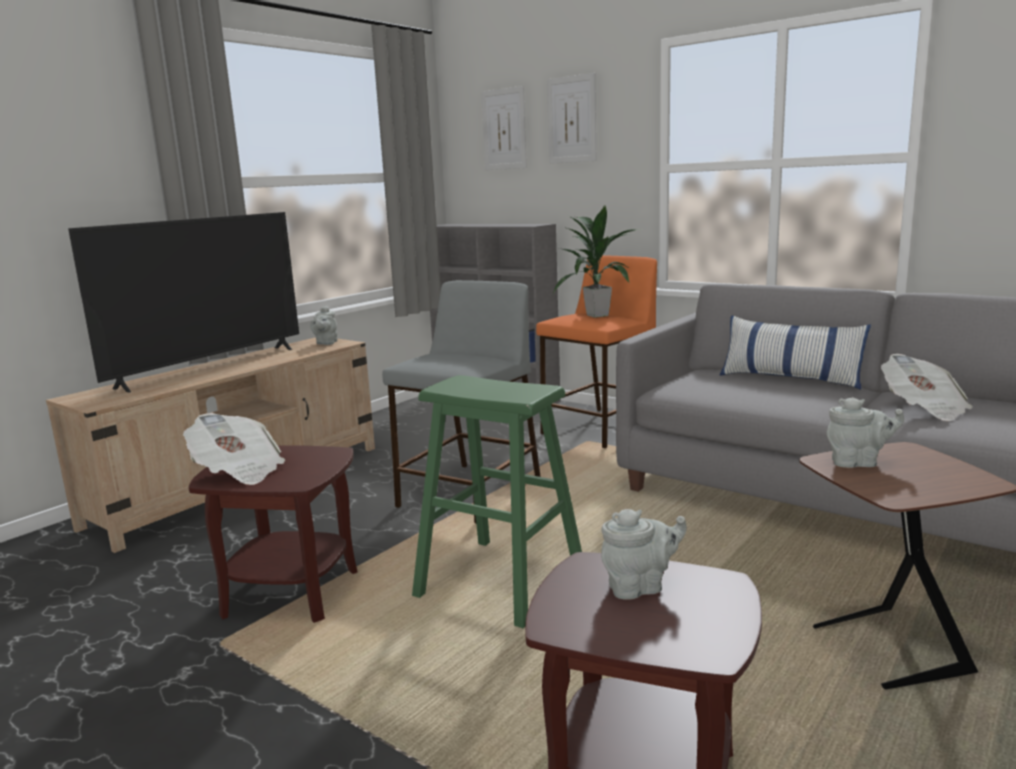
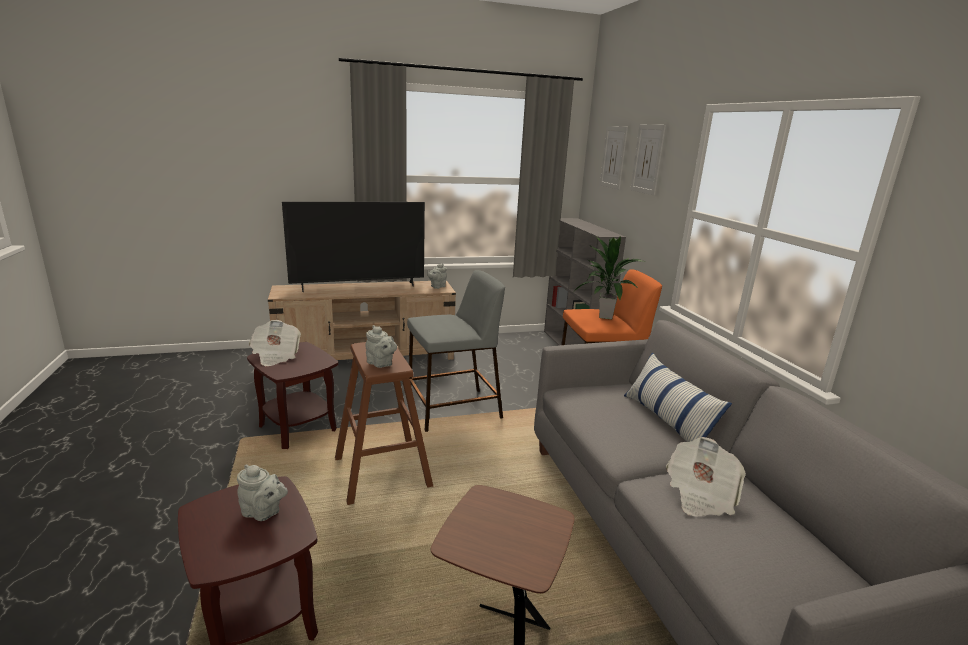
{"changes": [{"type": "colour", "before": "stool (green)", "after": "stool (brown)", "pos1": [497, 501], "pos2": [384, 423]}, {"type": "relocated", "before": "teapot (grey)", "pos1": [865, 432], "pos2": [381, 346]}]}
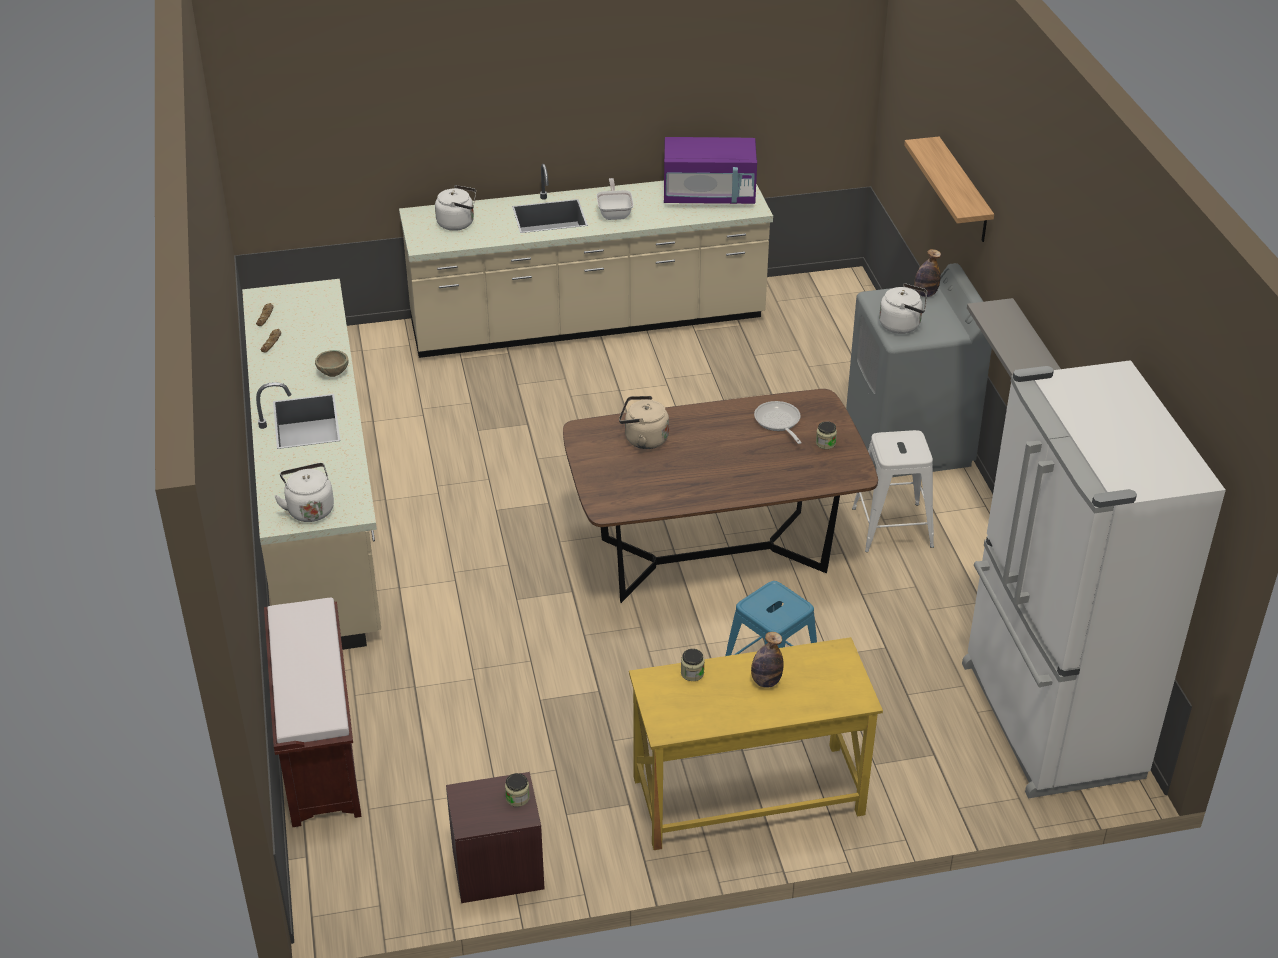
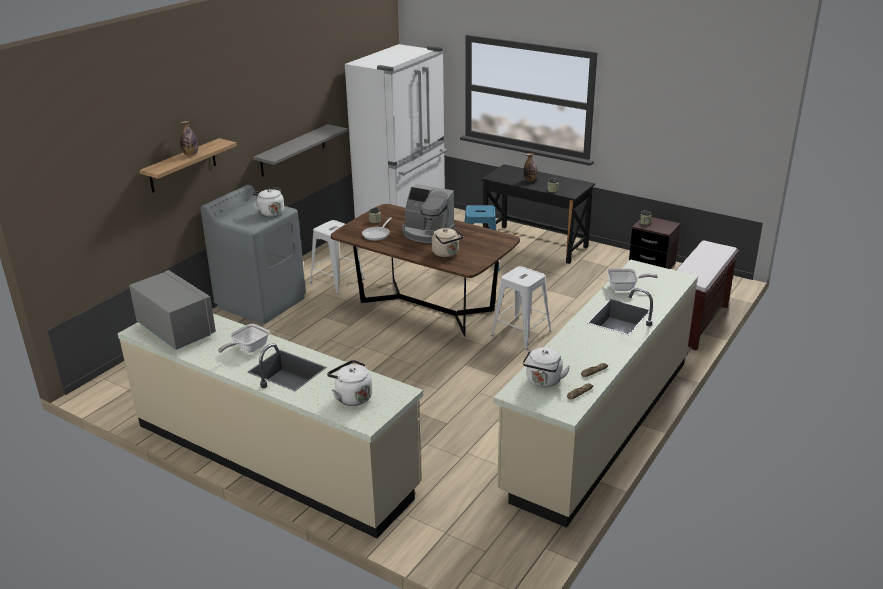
{"changes": [{"type": "relocated", "before": "kettle (white)", "pos1": [304, 492], "pos2": [546, 367]}, {"type": "missing", "before": "bowl (beige)", "pos1": [332, 363]}, {"type": "colour", "before": "desk (yellow)", "after": "desk (black)", "pos1": [756, 743], "pos2": [538, 214]}, {"type": "colour", "before": "microwave (purple)", "after": "microwave (grey)", "pos1": [710, 170], "pos2": [172, 310]}, {"type": "relocated", "before": "bottle", "pos1": [927, 273], "pos2": [189, 138]}, {"type": "appeared", "after": "coffee machine", "pos2": [428, 213]}, {"type": "appeared", "after": "stool (white)", "pos2": [521, 307]}, {"type": "appeared", "after": "frying pan", "pos2": [632, 279]}]}
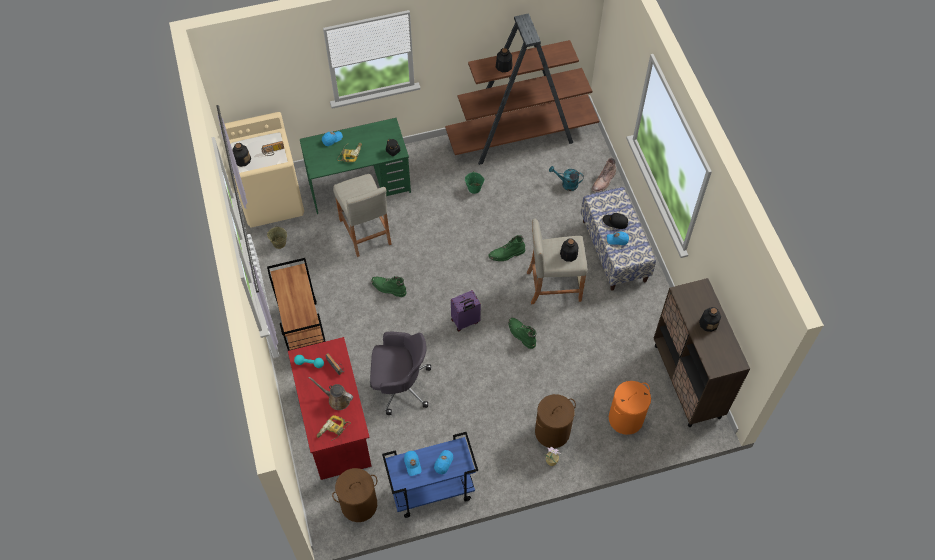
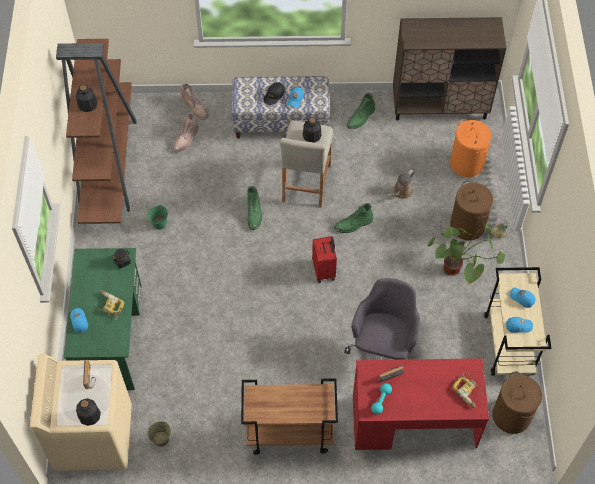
{"changes": [{"type": "relocated", "before": "watering can (brown)", "pos1": [330, 393], "pos2": [401, 184]}, {"type": "missing", "before": "stool (beige)", "pos1": [362, 215]}, {"type": "relocated", "before": "boot (green)", "pos1": [389, 286], "pos2": [360, 111]}, {"type": "colour", "before": "cart (blue)", "after": "cart (beige)", "pos1": [430, 475], "pos2": [517, 321]}, {"type": "colour", "before": "suitcase (purple)", "after": "suitcase (red)", "pos1": [466, 311], "pos2": [324, 259]}, {"type": "exchanged", "before": "watering can (turquoise)", "after": "boot (brown)", "pos1": [566, 178], "pos2": [186, 132]}, {"type": "missing", "before": "bottle", "pos1": [710, 319]}, {"type": "appeared", "after": "potted plant", "pos2": [466, 253]}]}
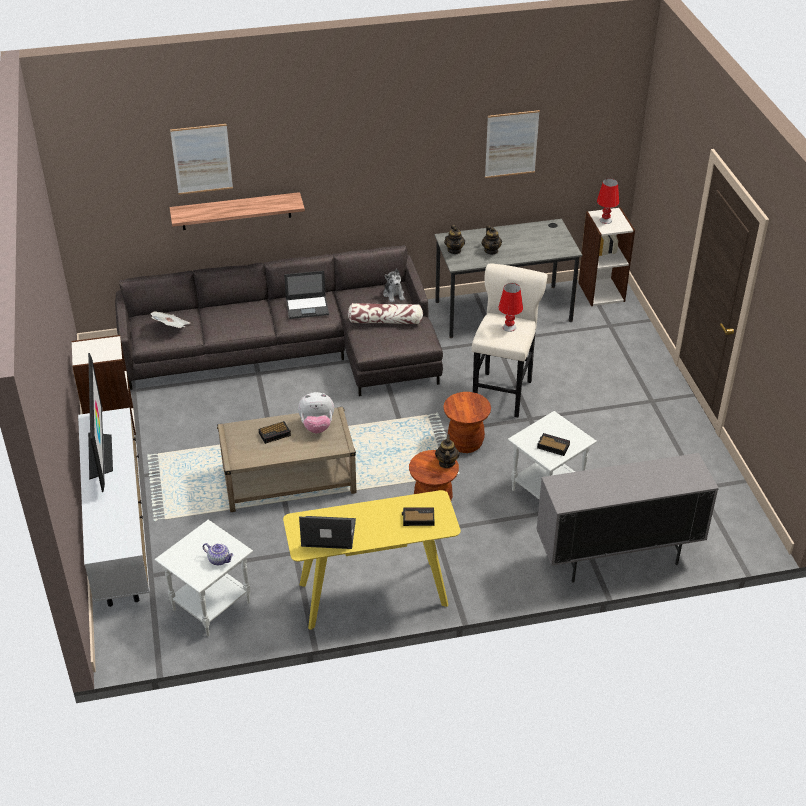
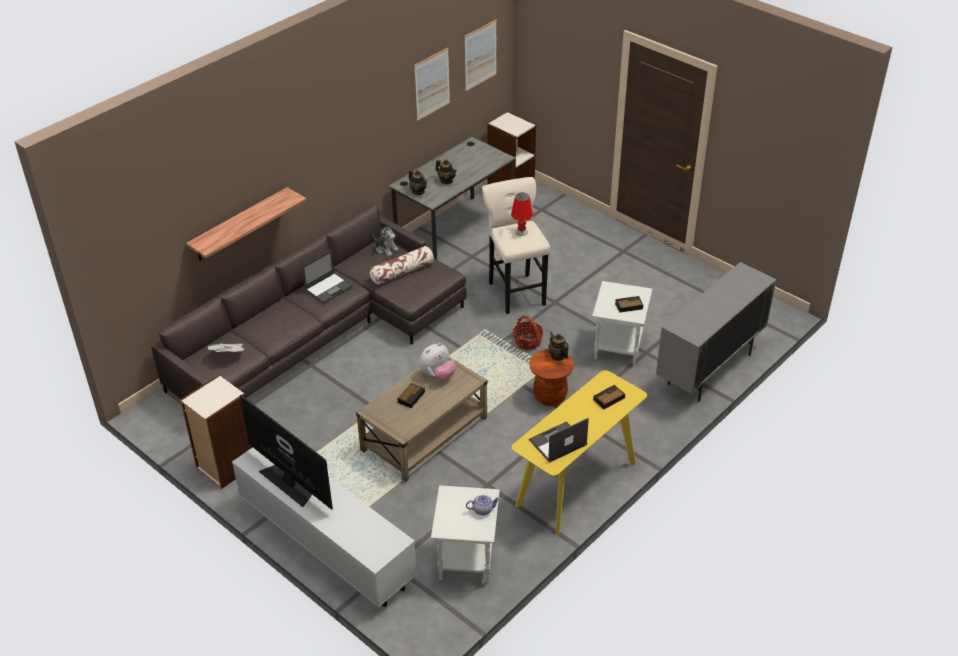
{"changes": [{"type": "relocated", "before": "picture", "pos1": [201, 159], "pos2": [480, 55]}, {"type": "exchanged", "before": "stool (brown)", "after": "basket", "pos1": [467, 422], "pos2": [528, 332]}, {"type": "missing", "before": "table lamp (red)", "pos1": [608, 201]}]}
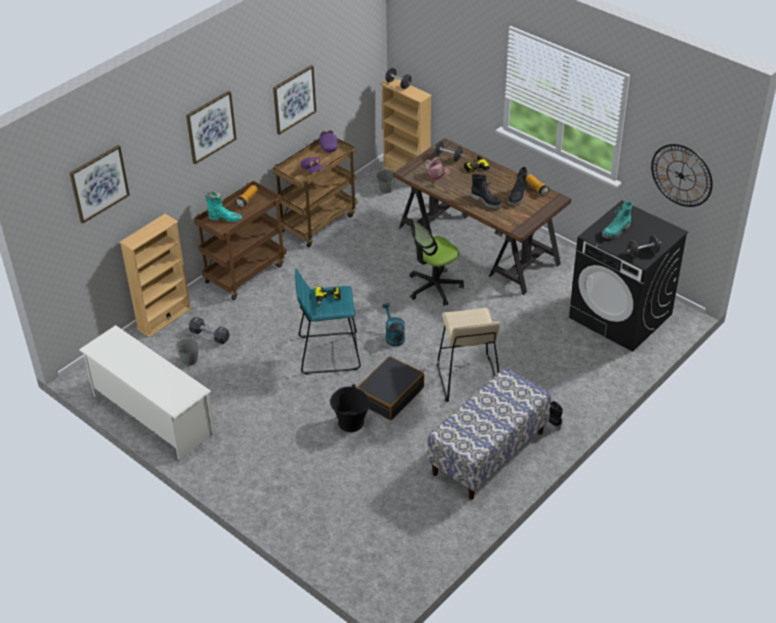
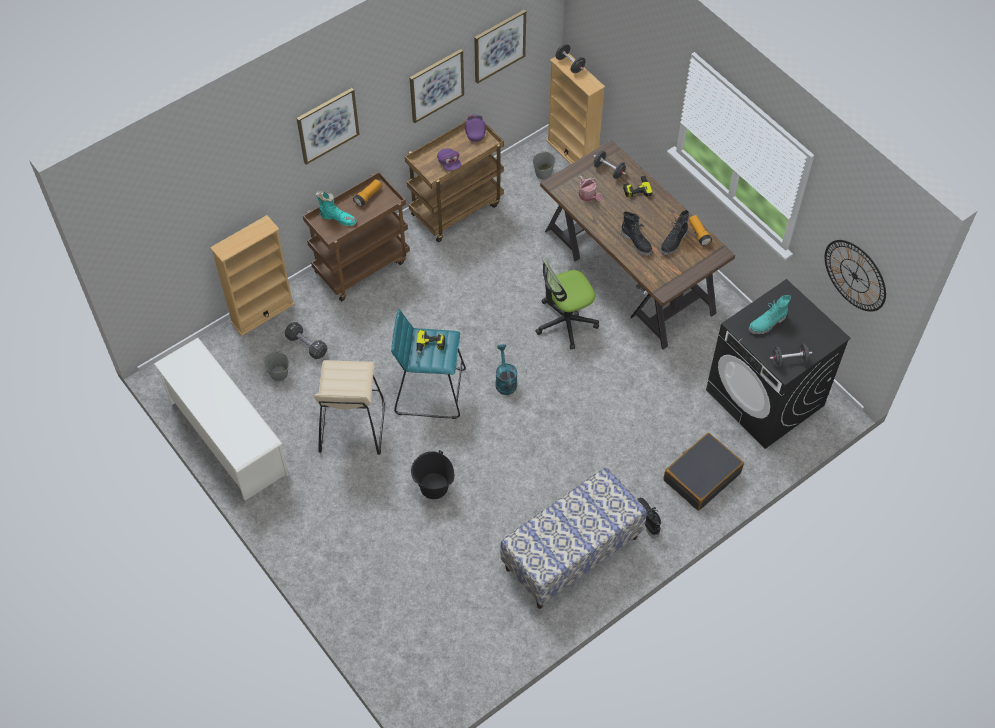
{"changes": [{"type": "relocated", "before": "picture", "pos1": [99, 184], "pos2": [500, 47]}, {"type": "relocated", "before": "suitcase (black)", "pos1": [391, 388], "pos2": [703, 472]}, {"type": "relocated", "before": "stool (beige)", "pos1": [468, 355], "pos2": [349, 407]}]}
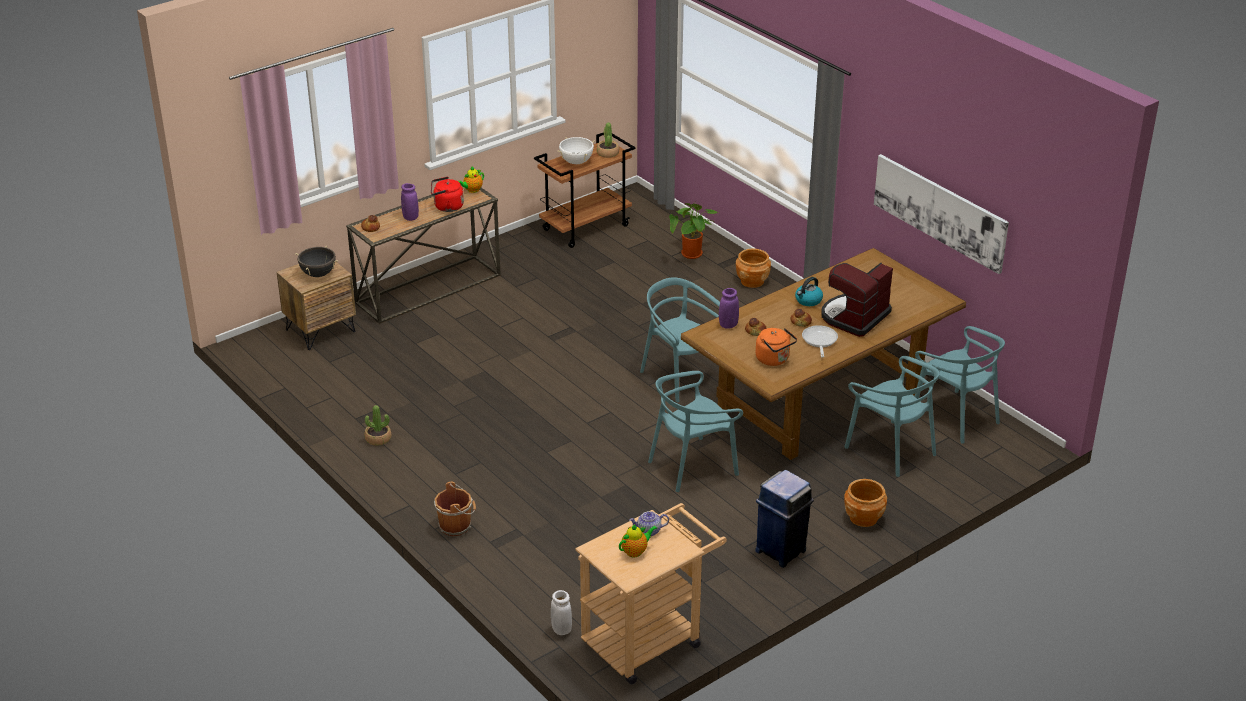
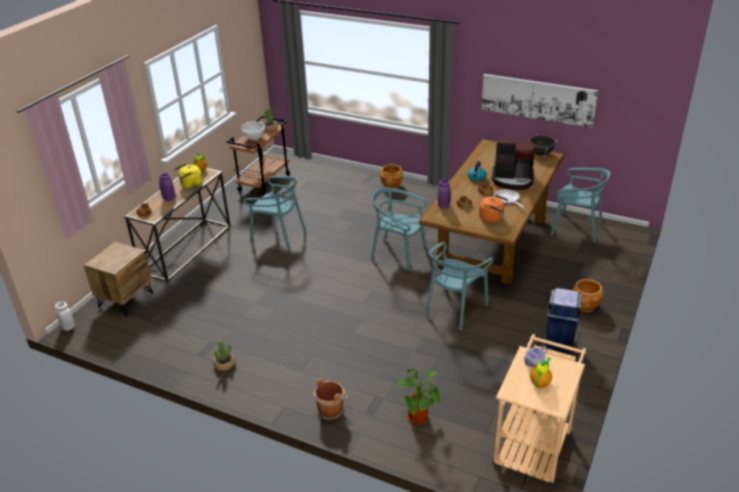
{"changes": [{"type": "relocated", "before": "cooking pot (black)", "pos1": [316, 261], "pos2": [543, 145]}, {"type": "colour", "before": "kettle (red)", "after": "kettle (yellow)", "pos1": [447, 194], "pos2": [189, 176]}, {"type": "relocated", "before": "vase (white)", "pos1": [561, 612], "pos2": [65, 316]}, {"type": "relocated", "before": "potted plant", "pos1": [693, 230], "pos2": [419, 397]}, {"type": "spun", "before": "coffee machine", "pos1": [857, 300], "pos2": [513, 164], "turn": -90}, {"type": "relocated", "before": "chair (turquoise)", "pos1": [892, 416], "pos2": [274, 213]}]}
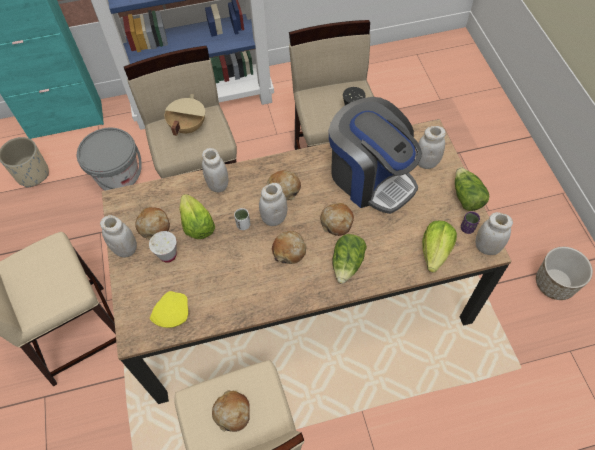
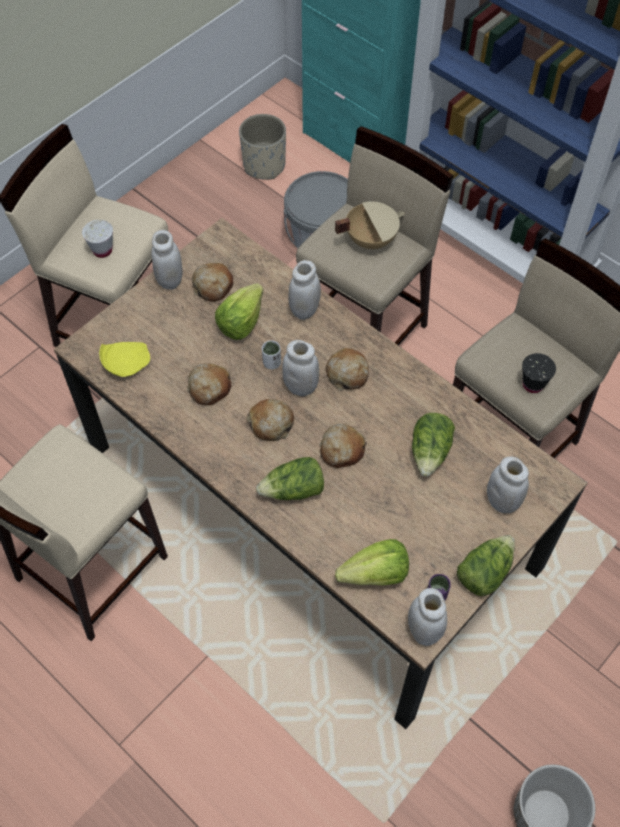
{"changes": [{"type": "relocated", "before": "cup (white)", "pos1": [163, 247], "pos2": [97, 239]}, {"type": "relocated", "before": "bread", "pos1": [231, 411], "pos2": [209, 384]}, {"type": "exchanged", "before": "coffee machine", "after": "lettuce", "pos1": [375, 155], "pos2": [433, 445]}]}
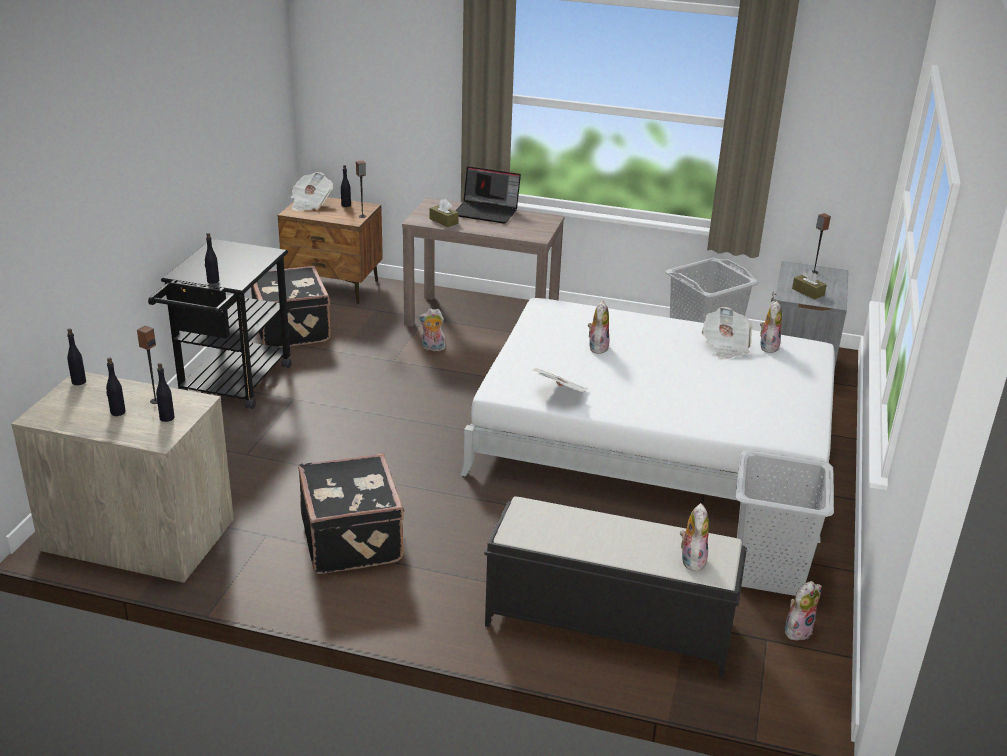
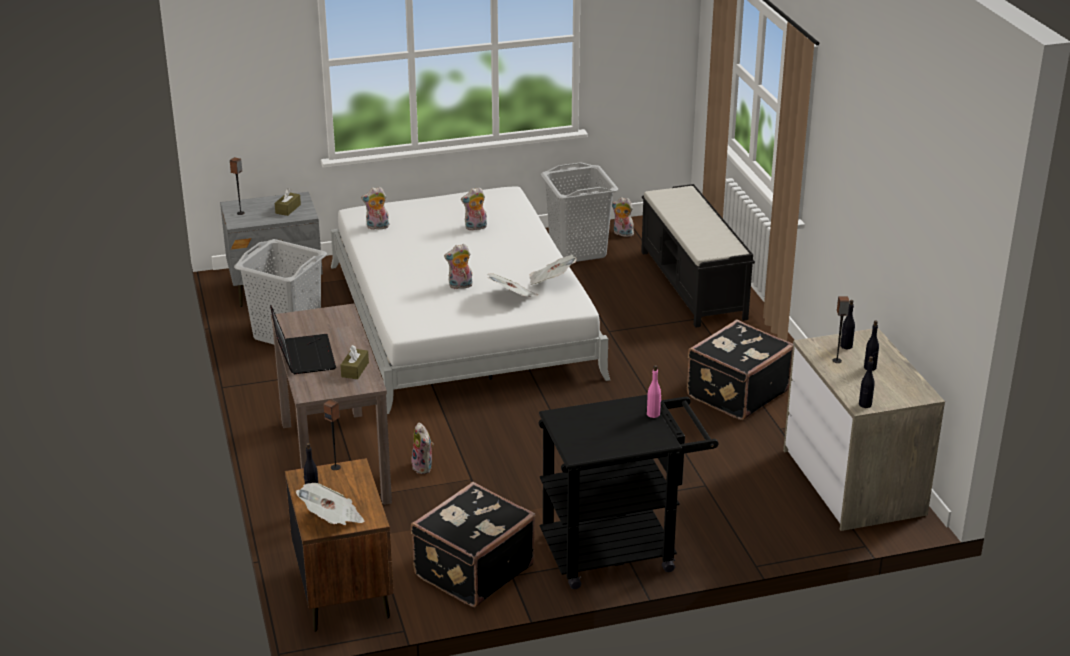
{"changes": [{"type": "colour", "before": "bottle (black)", "after": "bottle (pink)", "pos1": [212, 258], "pos2": [654, 391]}, {"type": "relocated", "before": "plush toy", "pos1": [694, 537], "pos2": [474, 209]}, {"type": "relocated", "before": "newspaper", "pos1": [727, 333], "pos2": [512, 285]}]}
